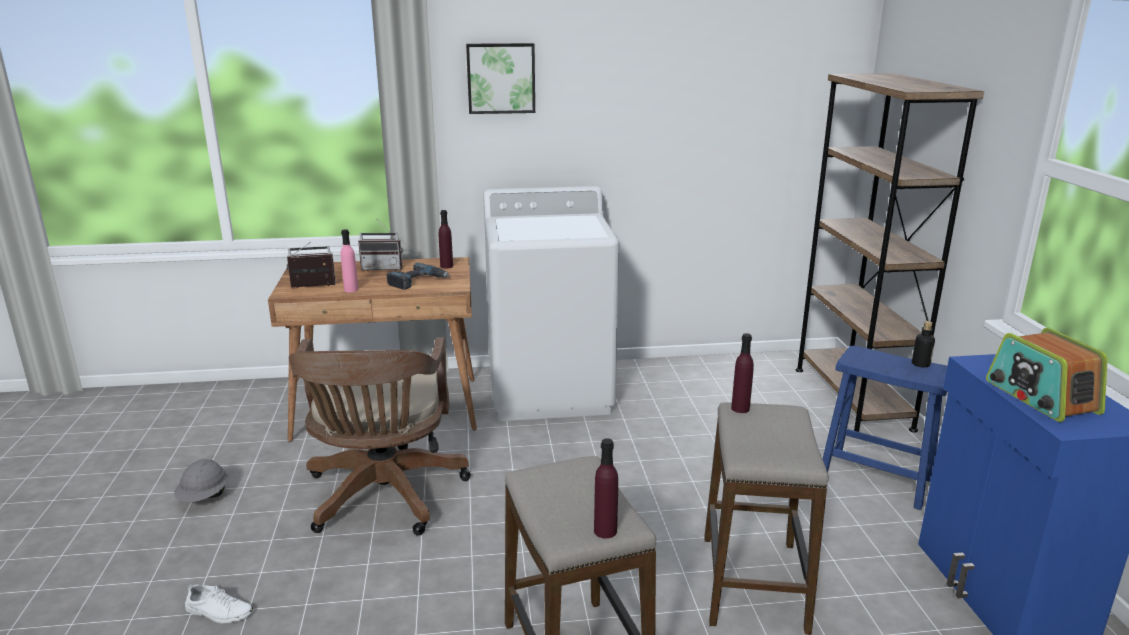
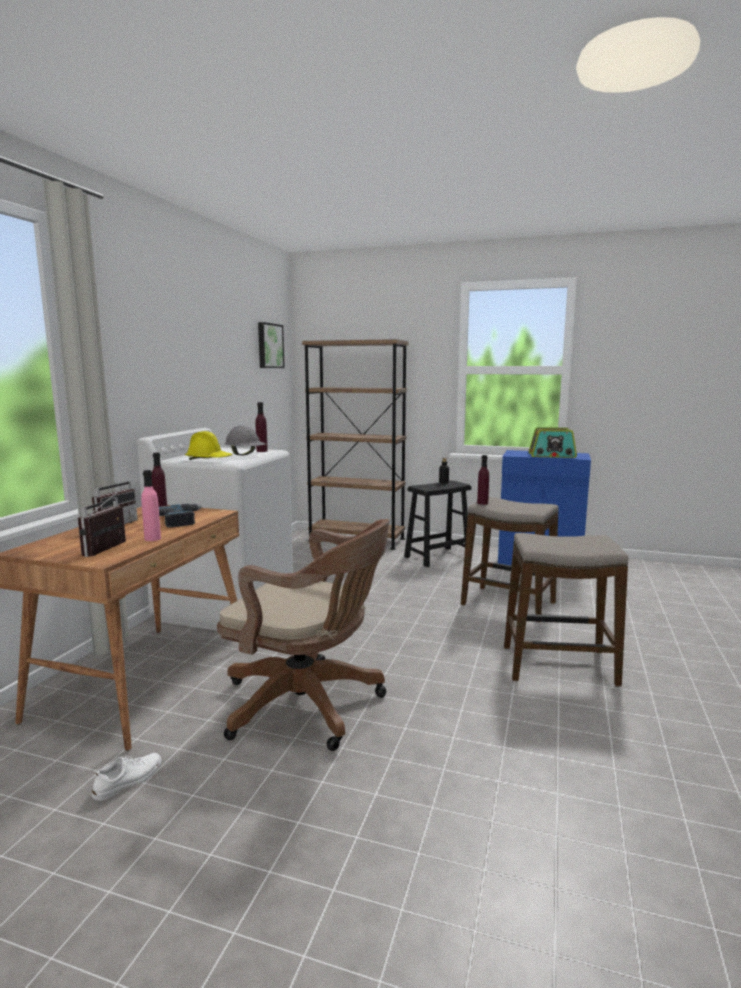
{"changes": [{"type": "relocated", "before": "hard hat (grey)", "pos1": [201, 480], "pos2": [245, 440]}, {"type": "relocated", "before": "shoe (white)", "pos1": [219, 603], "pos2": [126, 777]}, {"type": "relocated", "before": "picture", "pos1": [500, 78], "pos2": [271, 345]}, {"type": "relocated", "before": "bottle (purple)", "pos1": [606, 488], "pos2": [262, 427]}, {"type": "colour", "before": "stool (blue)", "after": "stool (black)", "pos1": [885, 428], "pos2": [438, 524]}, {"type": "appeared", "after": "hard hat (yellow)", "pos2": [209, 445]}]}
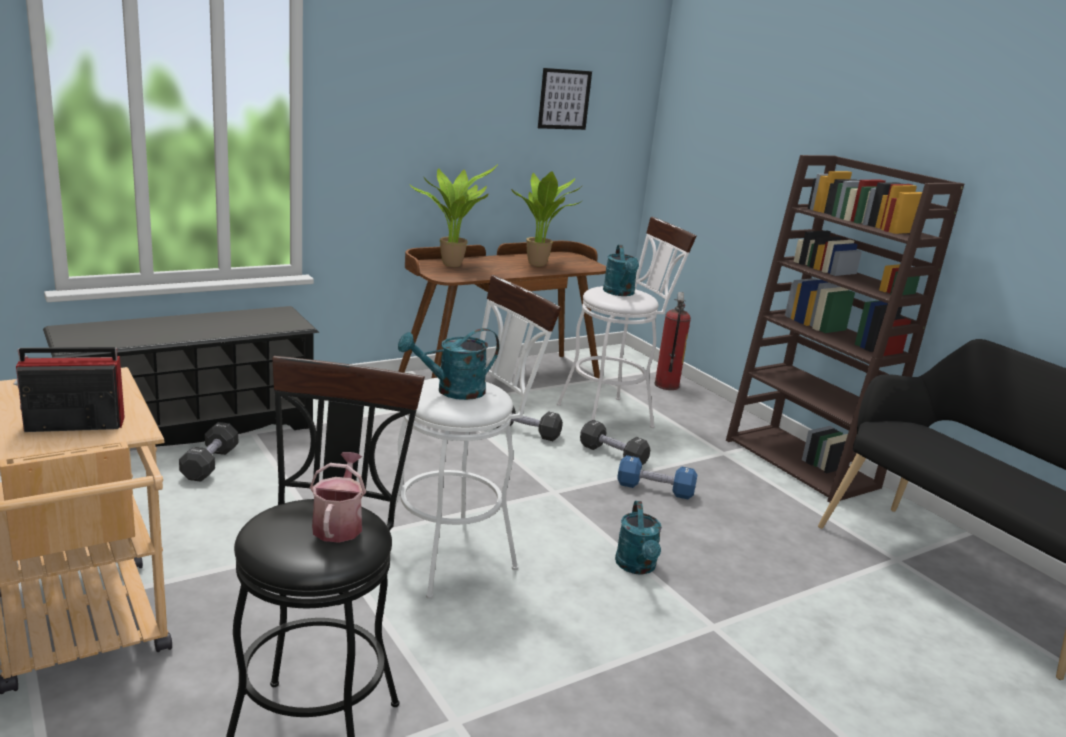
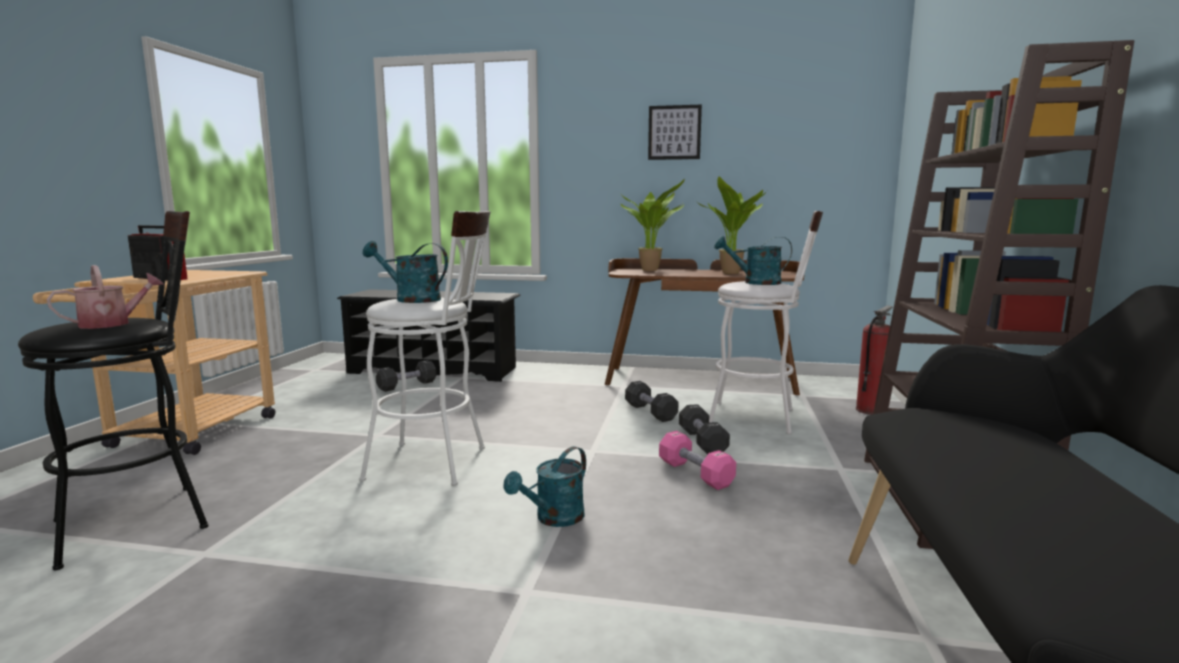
{"changes": [{"type": "relocated", "before": "picture", "pos1": [565, 99], "pos2": [675, 132]}, {"type": "spun", "before": "watering can (turquoise)", "pos1": [621, 270], "pos2": [753, 260], "turn": 60}, {"type": "colour", "before": "dumbbell (blue)", "after": "dumbbell (pink)", "pos1": [657, 477], "pos2": [697, 460]}]}
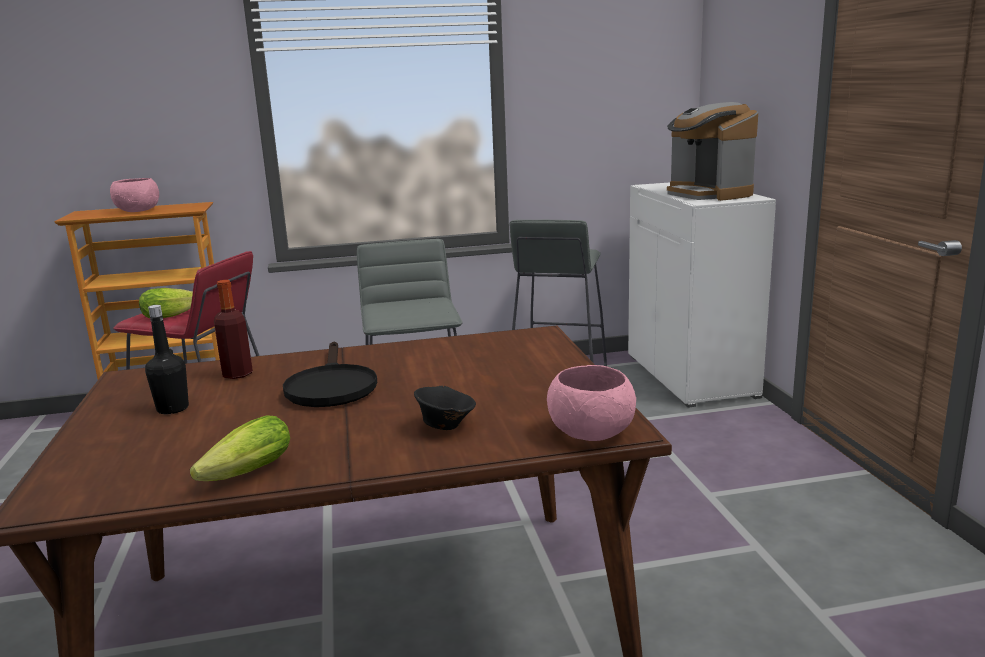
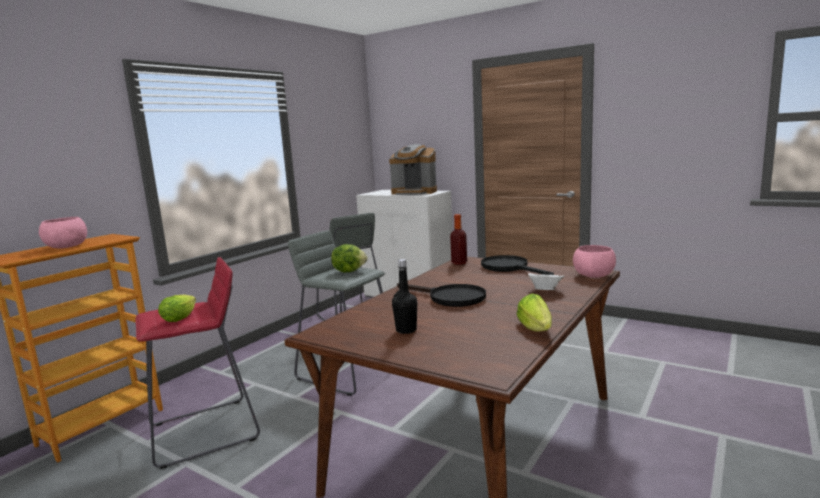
{"changes": [{"type": "relocated", "before": "bottle", "pos1": [233, 329], "pos2": [458, 239]}, {"type": "colour", "before": "bowl (black)", "after": "bowl (white)", "pos1": [445, 408], "pos2": [546, 281]}, {"type": "appeared", "after": "lettuce", "pos2": [349, 258]}, {"type": "appeared", "after": "frying pan (black)", "pos2": [517, 265]}]}
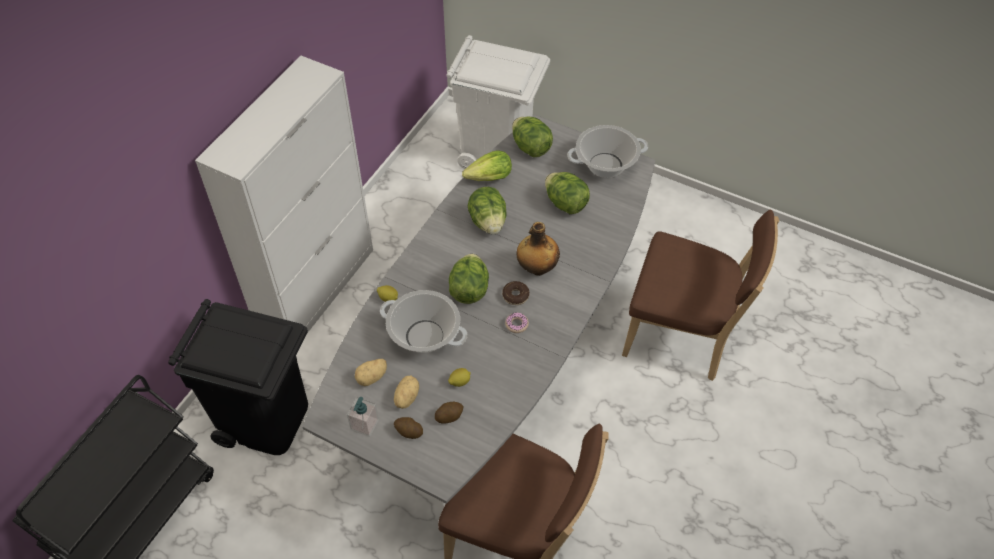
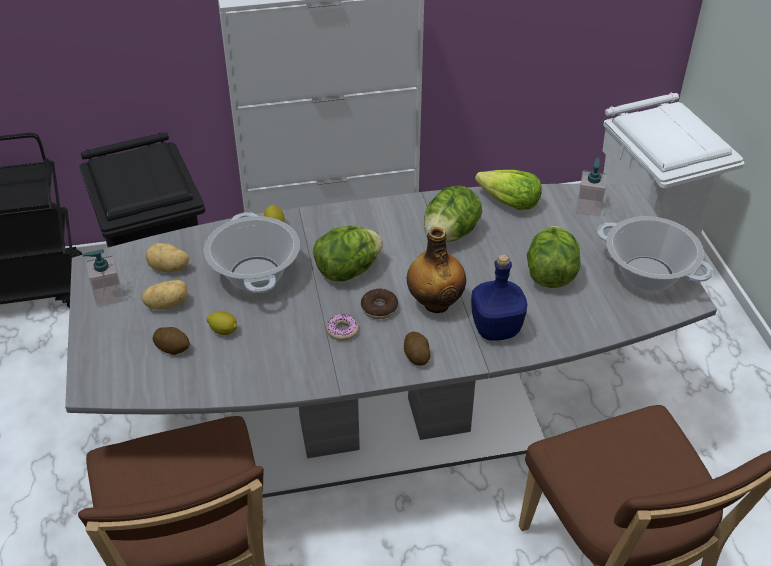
{"changes": [{"type": "relocated", "before": "potato", "pos1": [408, 428], "pos2": [417, 349]}, {"type": "exchanged", "before": "lettuce", "after": "soap dispenser", "pos1": [532, 136], "pos2": [591, 186]}, {"type": "appeared", "after": "bottle (blue)", "pos2": [499, 297]}]}
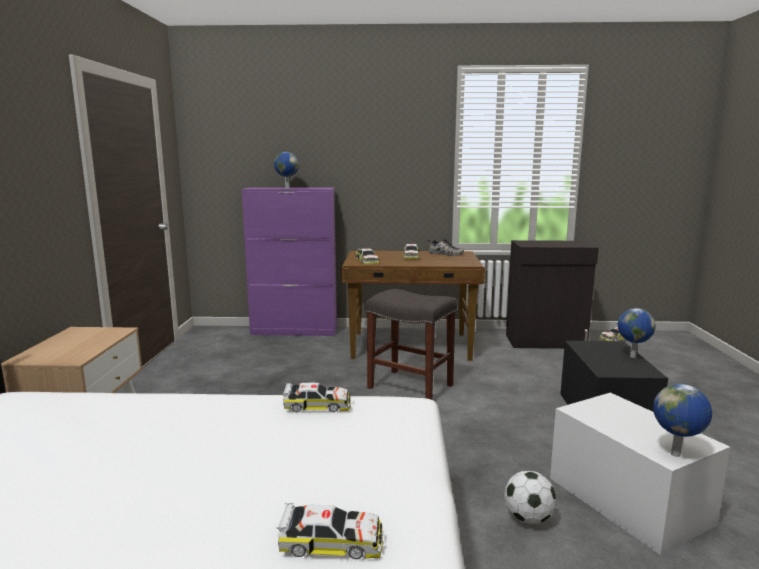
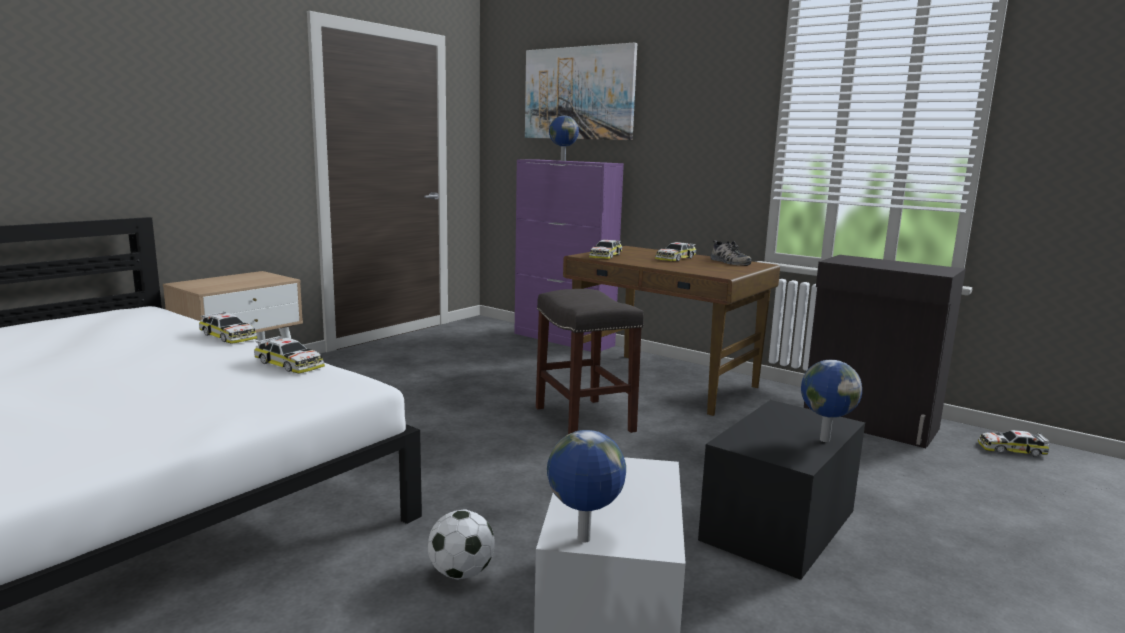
{"changes": [{"type": "relocated", "before": "toy car", "pos1": [329, 531], "pos2": [228, 328]}, {"type": "appeared", "after": "picture", "pos2": [581, 91]}]}
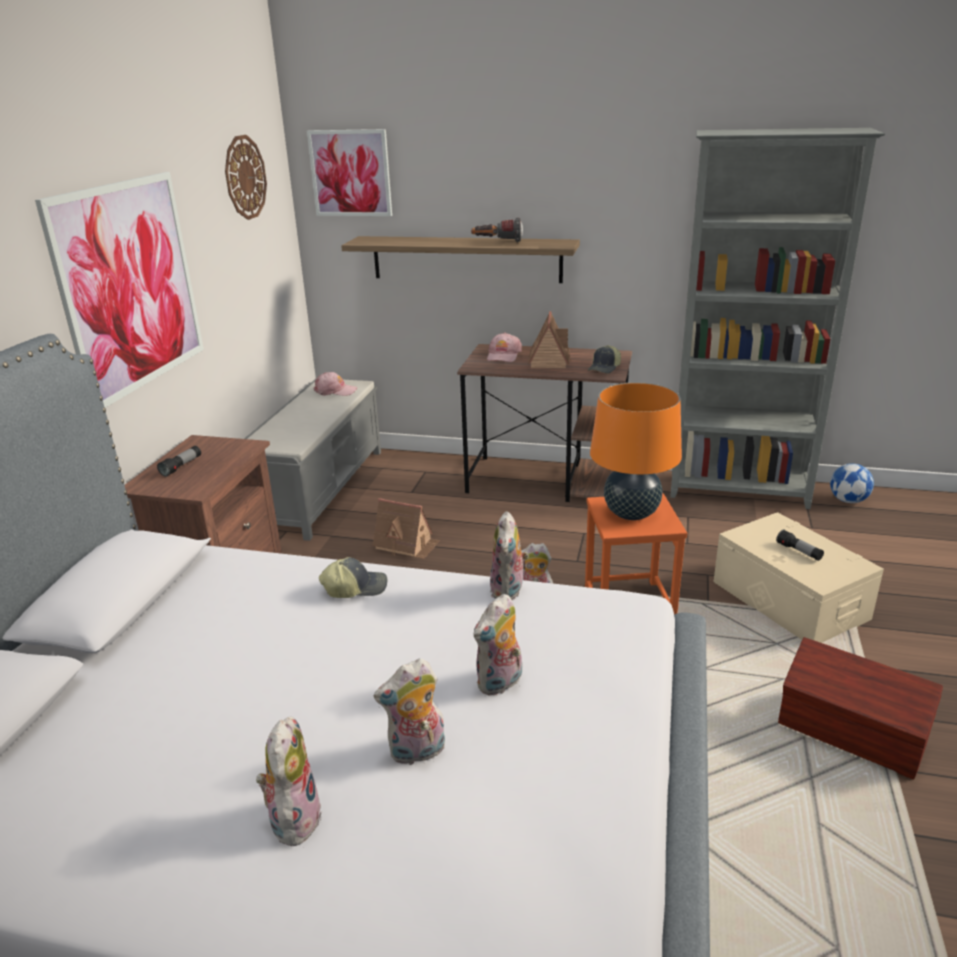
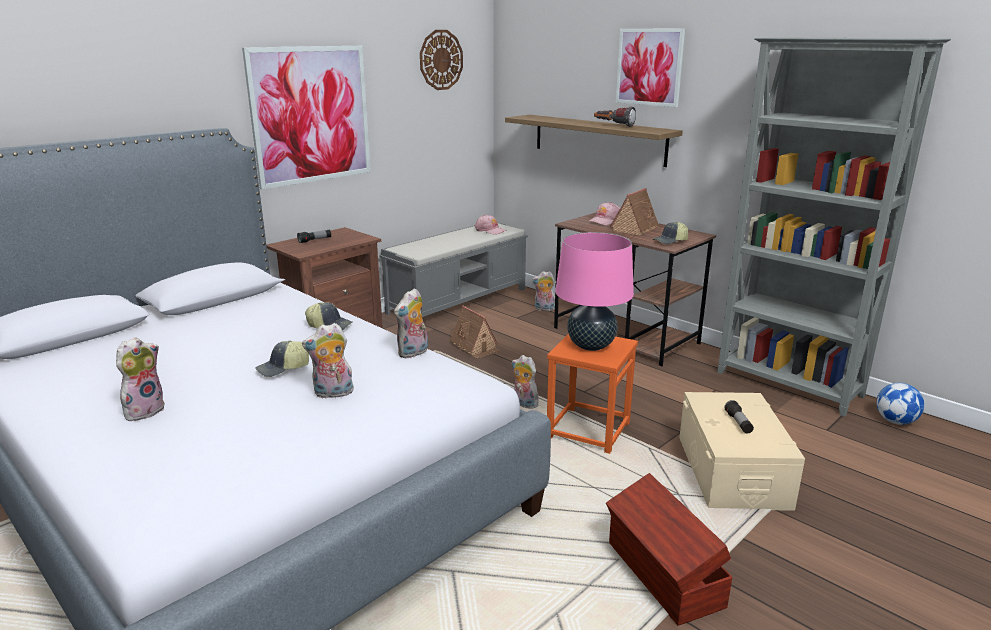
{"changes": [{"type": "relocated", "before": "picture", "pos1": [349, 172], "pos2": [650, 68]}, {"type": "relocated", "before": "plush toy", "pos1": [409, 711], "pos2": [543, 291]}, {"type": "colour", "before": "table lamp (orange)", "after": "table lamp (pink)", "pos1": [636, 451], "pos2": [594, 291]}, {"type": "appeared", "after": "cap", "pos2": [282, 358]}]}
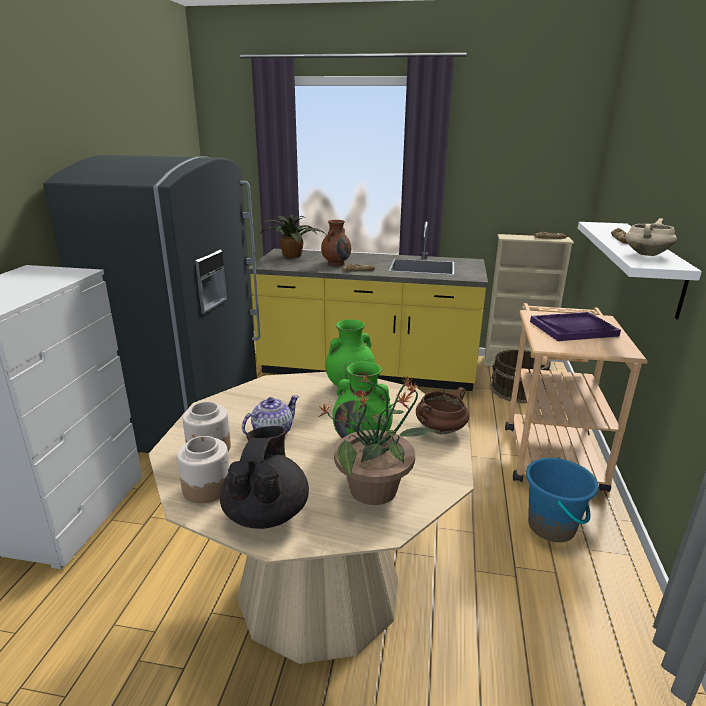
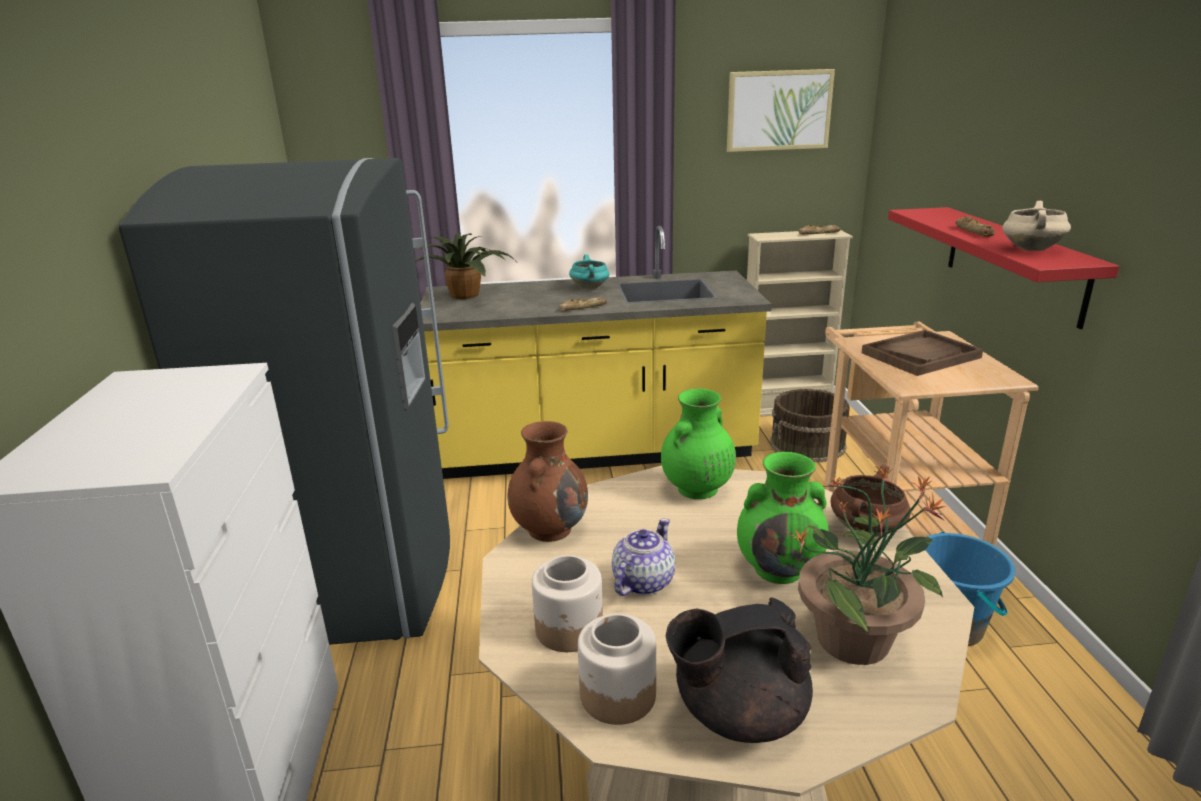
{"changes": [{"type": "spun", "before": "teapot (black)", "pos1": [264, 477], "pos2": [739, 670], "turn": -90}, {"type": "relocated", "before": "vase (brown)", "pos1": [336, 242], "pos2": [547, 481]}, {"type": "colour", "before": "tray (purple)", "after": "tray (brown)", "pos1": [575, 326], "pos2": [922, 353]}, {"type": "colour", "before": "shelf (white)", "after": "shelf (red)", "pos1": [640, 270], "pos2": [1003, 268]}, {"type": "appeared", "after": "cooking pot (turquoise)", "pos2": [589, 272]}, {"type": "appeared", "after": "picture", "pos2": [781, 110]}]}
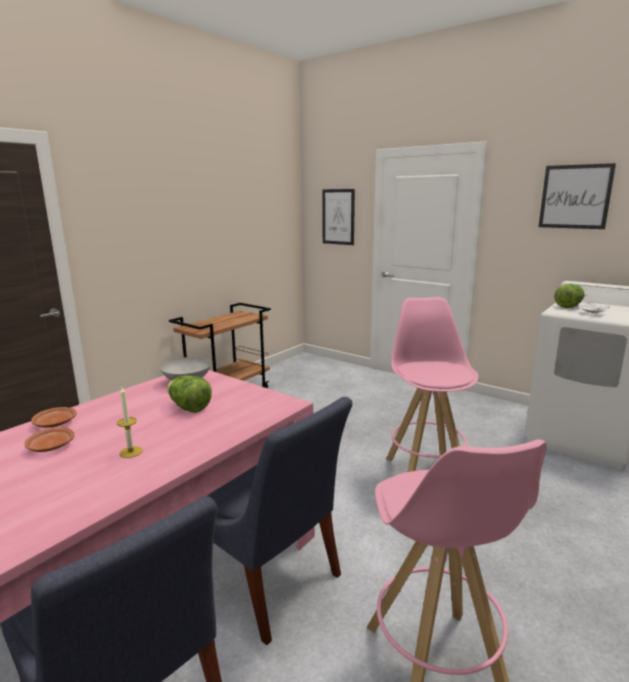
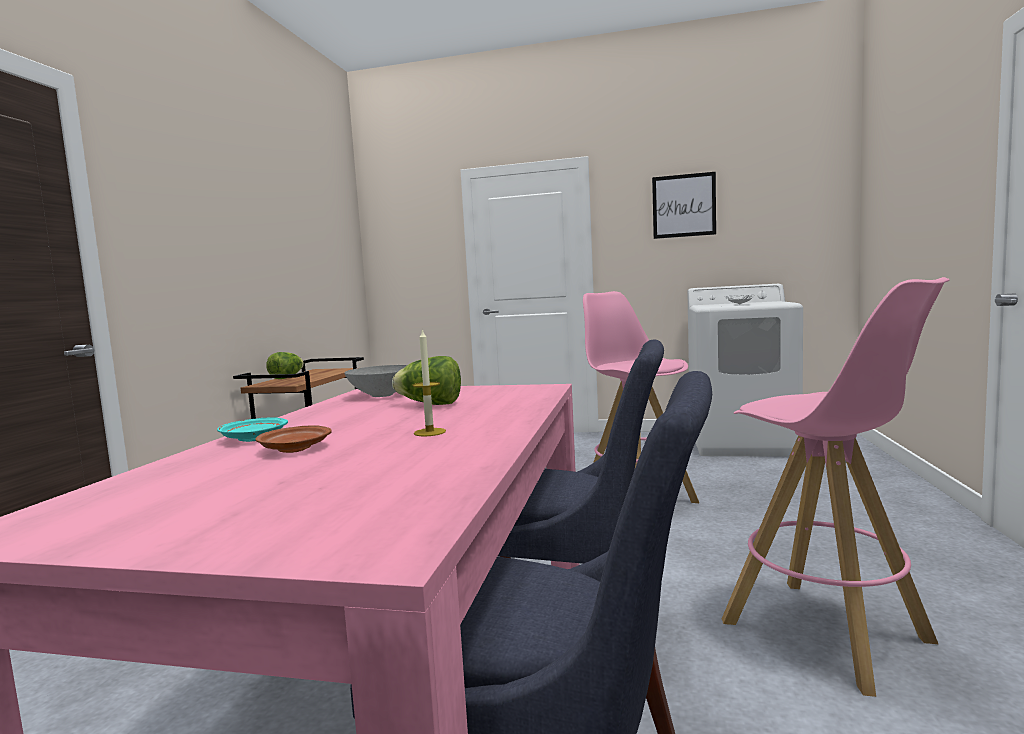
{"changes": [{"type": "colour", "before": "plate (brown)", "after": "plate (turquoise)", "pos1": [53, 417], "pos2": [252, 429]}, {"type": "missing", "before": "picture", "pos1": [338, 217]}, {"type": "relocated", "before": "lettuce", "pos1": [569, 296], "pos2": [285, 365]}]}
